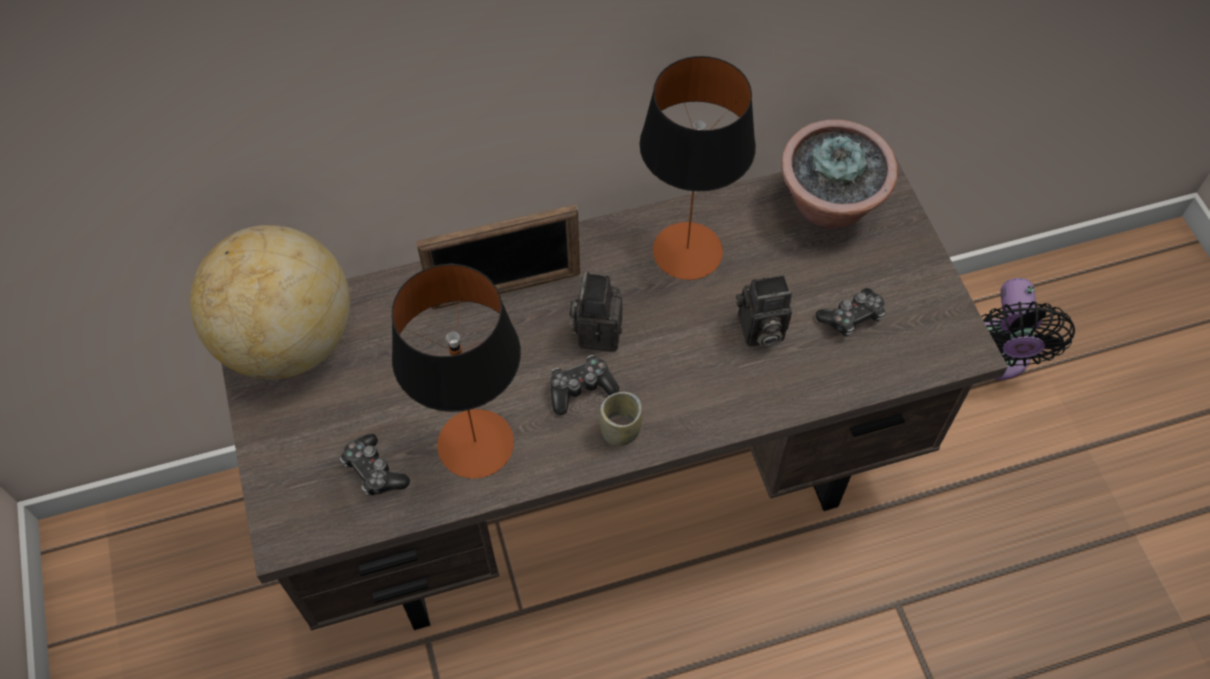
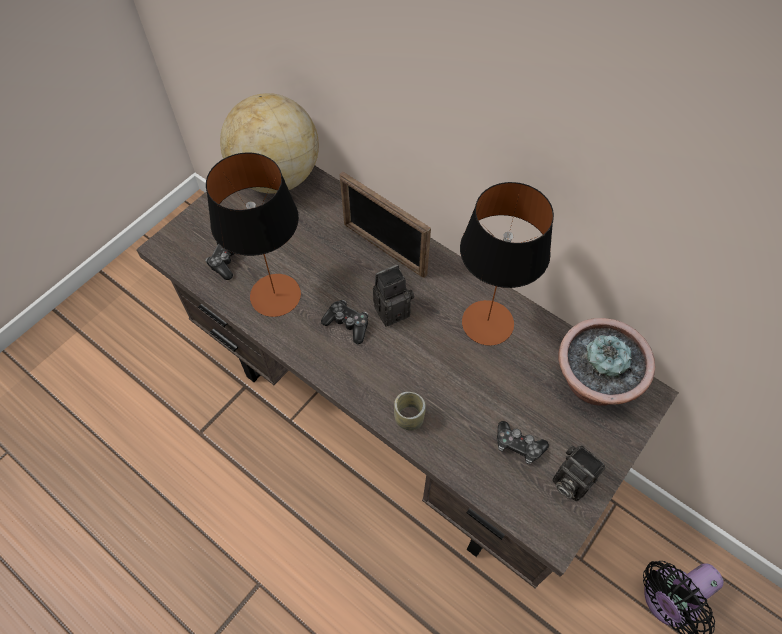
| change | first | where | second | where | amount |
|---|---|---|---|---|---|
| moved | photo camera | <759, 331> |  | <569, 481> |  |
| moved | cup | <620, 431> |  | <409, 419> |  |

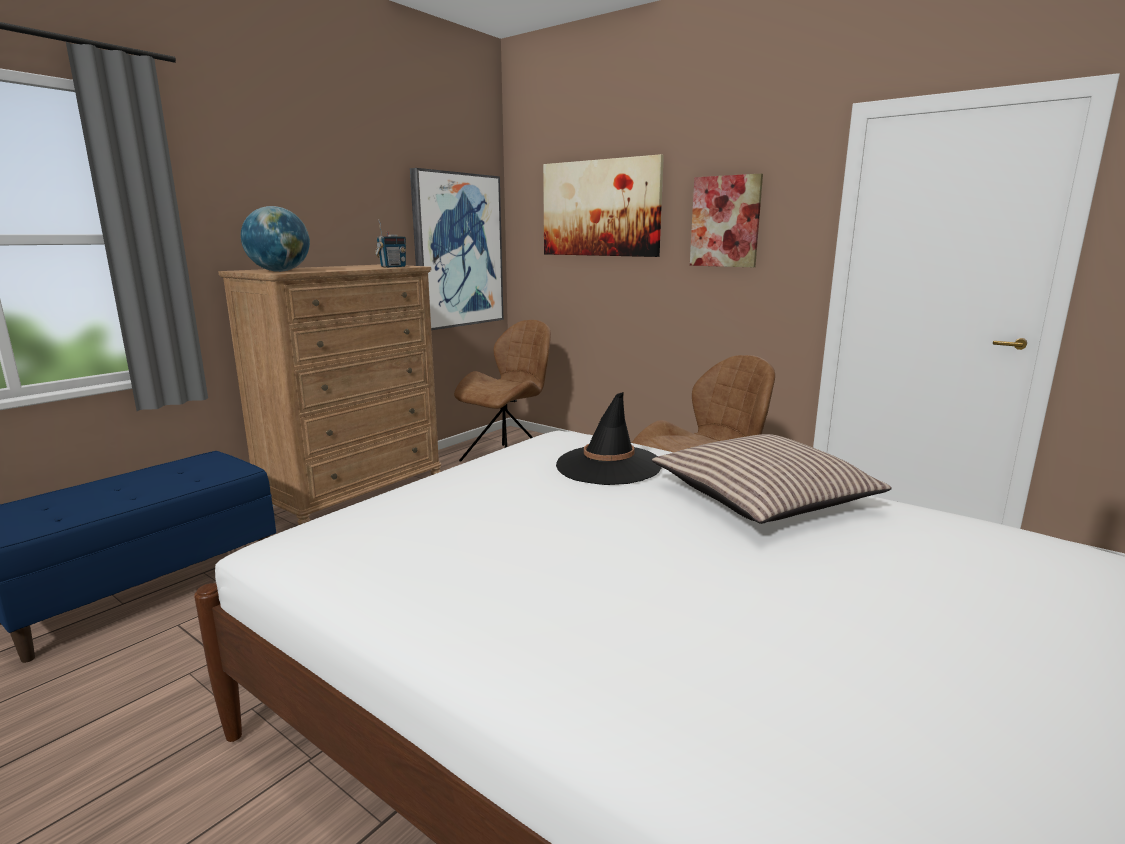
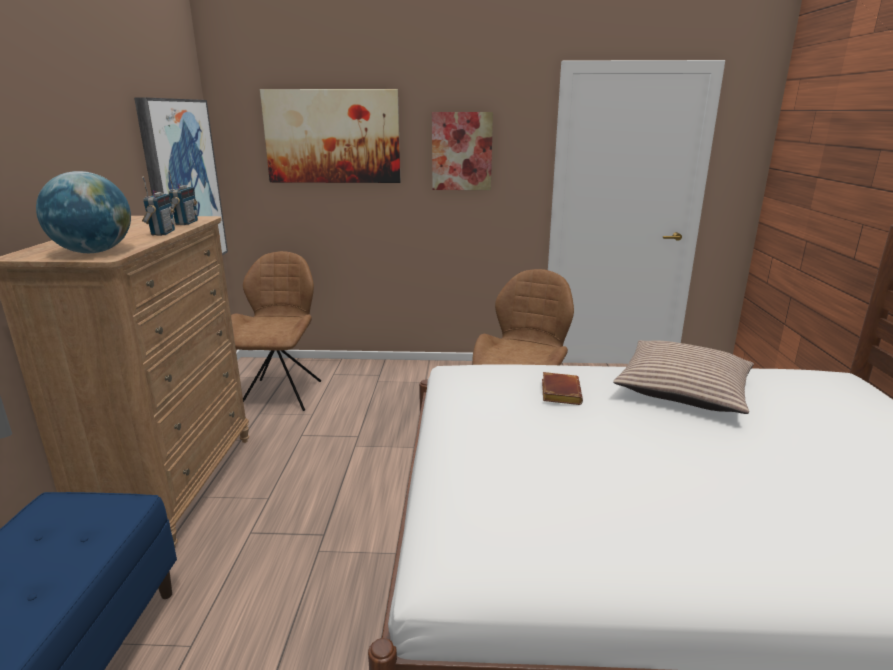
| change | first | where | second | where | amount |
|---|---|---|---|---|---|
| replaced | hat (black) | <608, 465> | book (brown) | <559, 392> |  |
| added |  |  | radio | <162, 233> |  |

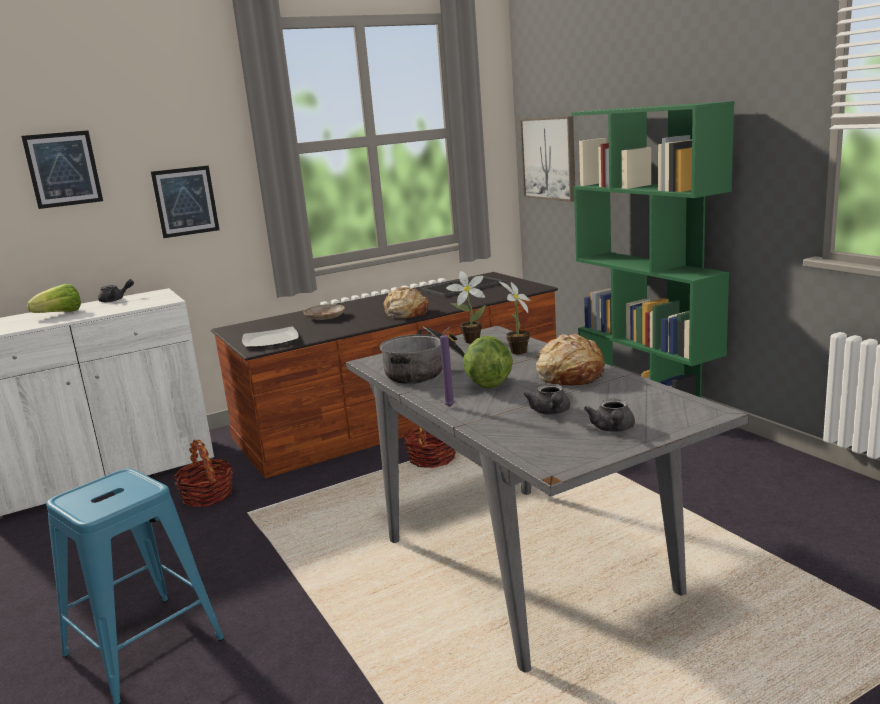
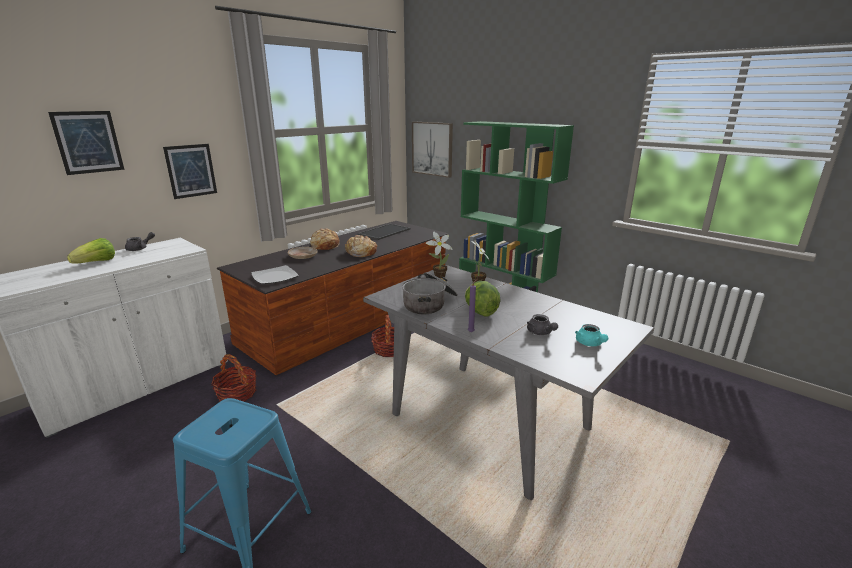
| change | first | where | second | where | amount |
|---|---|---|---|---|---|
| moved | bread | <570, 374> |  | <325, 245> |  |
| recoloured | teapot (grey) | <613, 429> | teapot (turquoise) | <590, 344> |  |

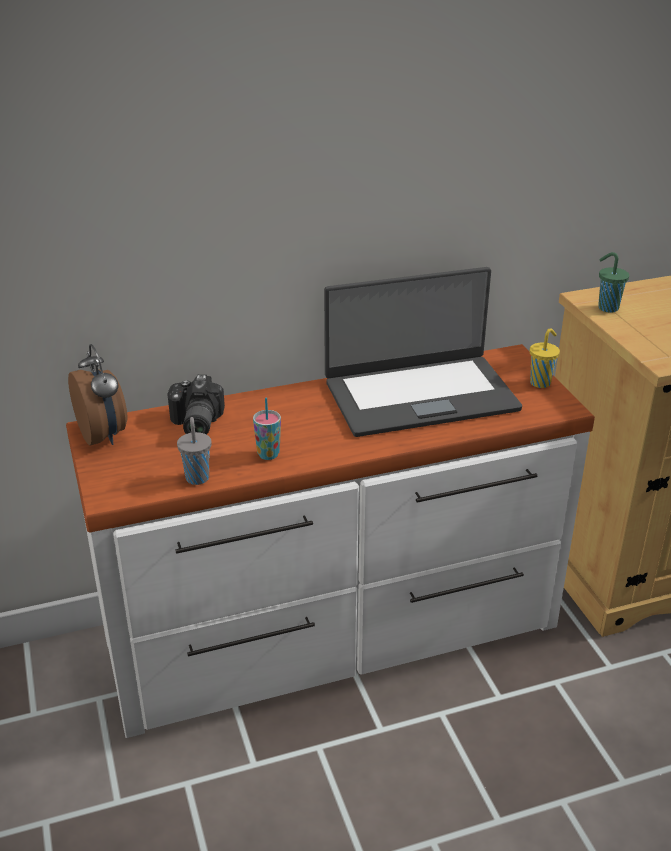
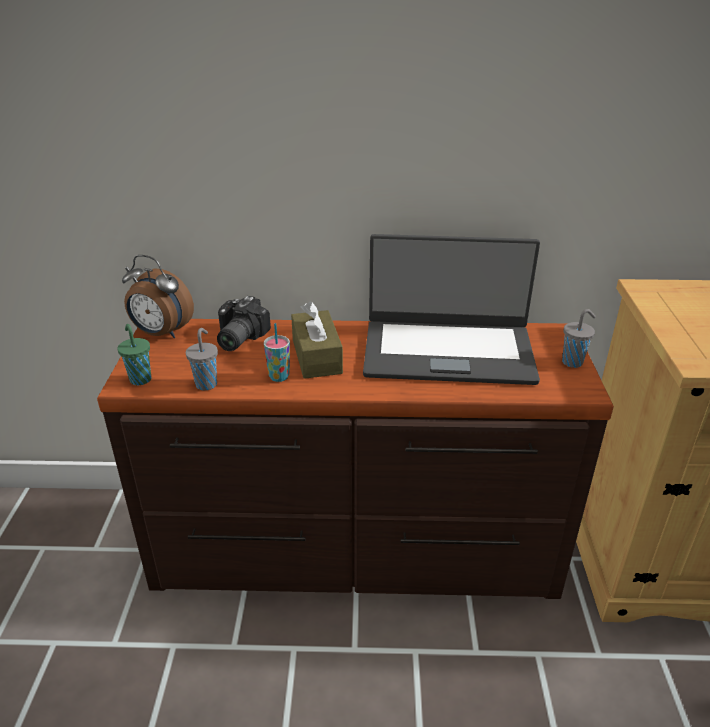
| change | first | where | second | where | amount |
|---|---|---|---|---|---|
| moved | cup (green) | <607, 308> |  | <140, 379> |  |
| recoloured | cup (yellow) | <541, 382> | cup (grey) | <573, 362> |  |
| recoloured | dresser (white) | <334, 634> | dresser (brown) | <355, 549> |  |
| turned | alarm clock | <104, 435> |  | <161, 333> | 120 degrees clockwise |
| added |  |  | tissue box (brown) | <316, 356> |  |

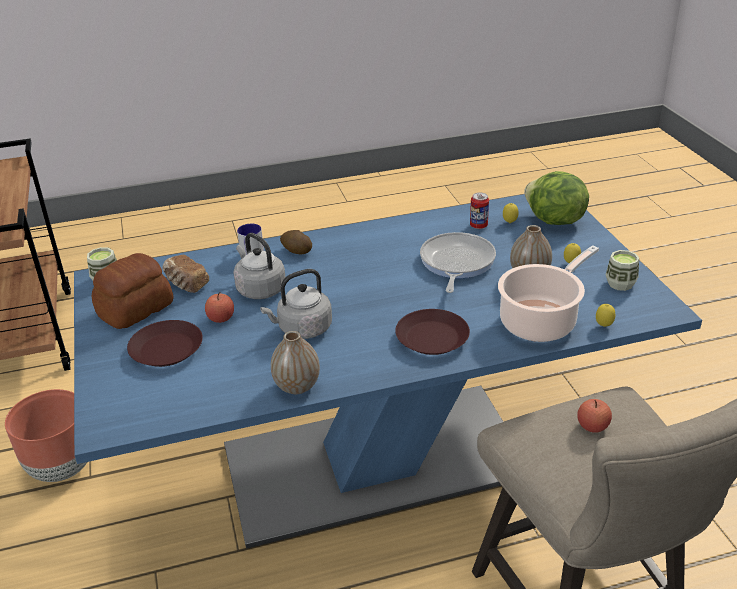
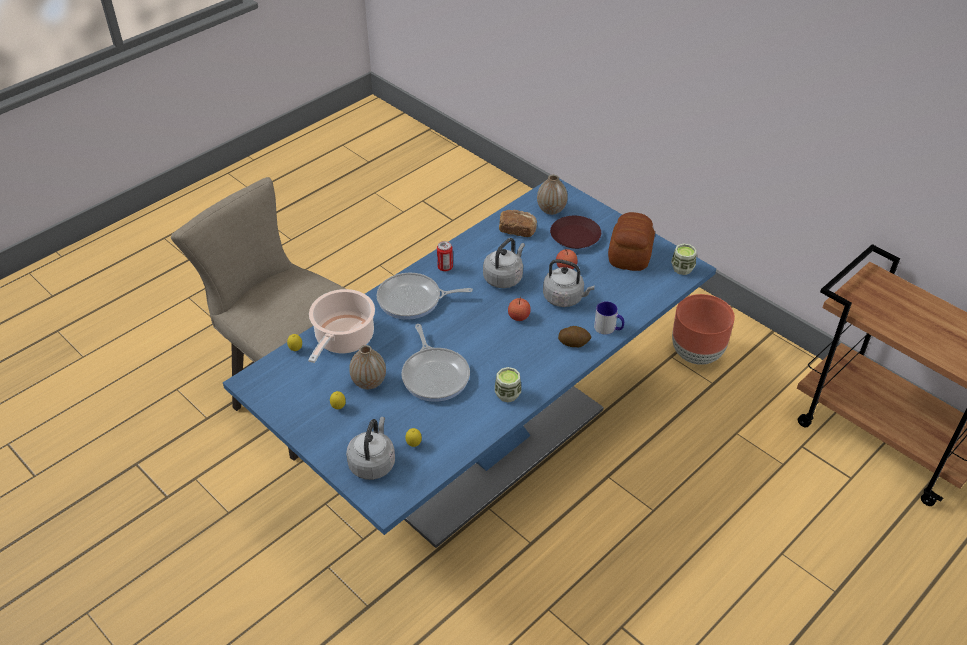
| change | first | where | second | where | amount |
|---|---|---|---|---|---|
| replaced | lettuce | <553, 221> | kettle (grey) | <373, 462> |  |
| moved | can | <478, 226> |  | <445, 267> |  |
| moved | cup | <620, 284> |  | <507, 394> |  |
| moved | bread | <186, 284> |  | <517, 230> |  |
| replaced | plate (brown) | <431, 337> | frying pan | <413, 300> |  |
| moved | vase | <297, 386> |  | <551, 210> |  |
| moved | apple | <592, 426> |  | <519, 317> |  |

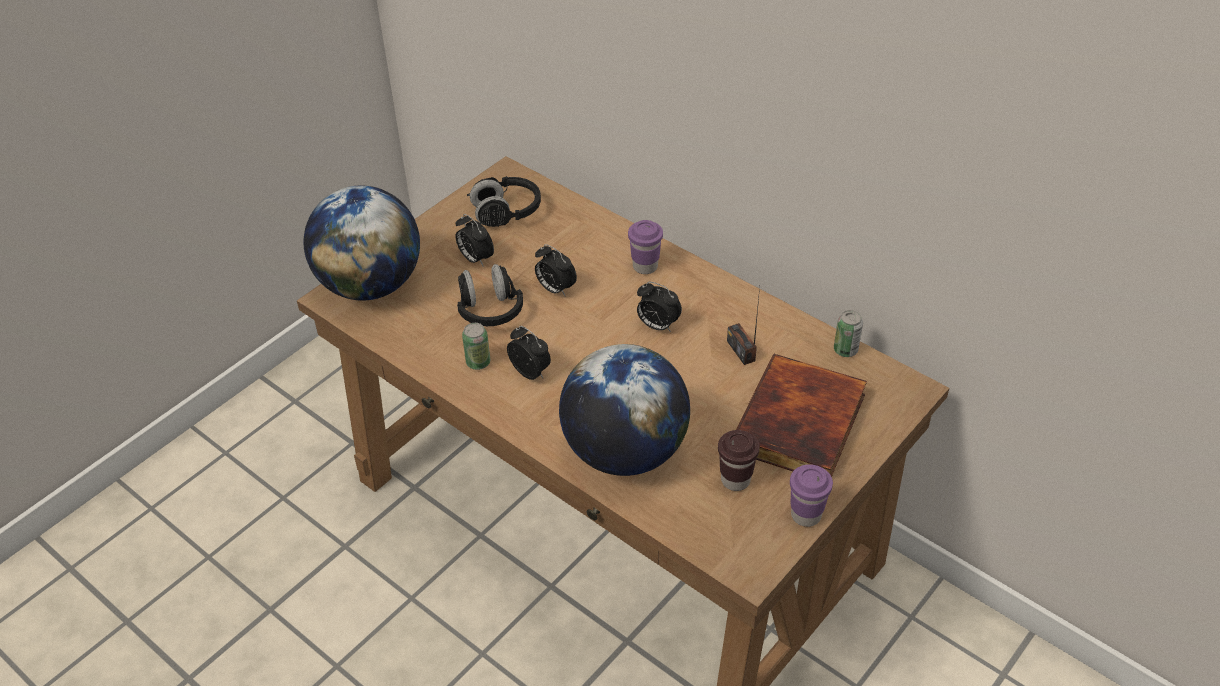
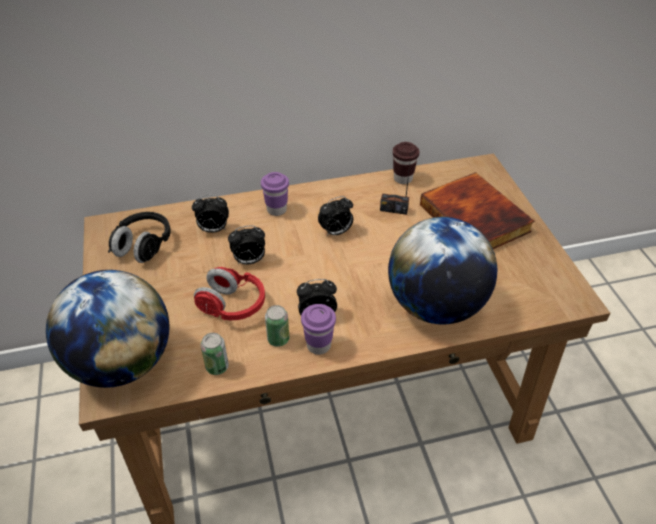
| change | first | where | second | where | amount |
|---|---|---|---|---|---|
| moved | alarm clock | <475, 259> |  | <213, 230> |  |
| recoloured | headphones (black) | <490, 310> | headphones (red) | <232, 305> |  |
| moved | can | <845, 350> |  | <217, 367> |  |
| moved | cup (brown) | <735, 480> |  | <403, 179> |  |
| moved | cup (purple) | <806, 515> |  | <318, 345> |  |

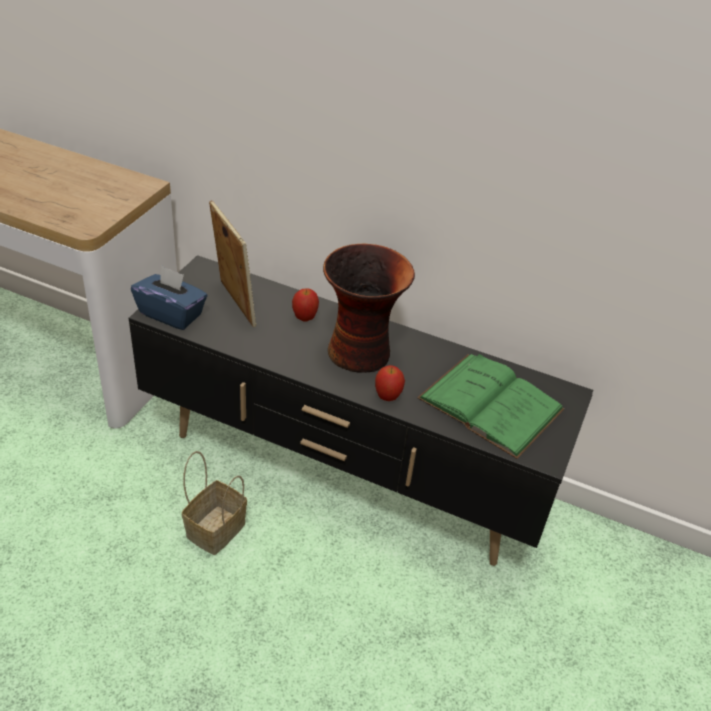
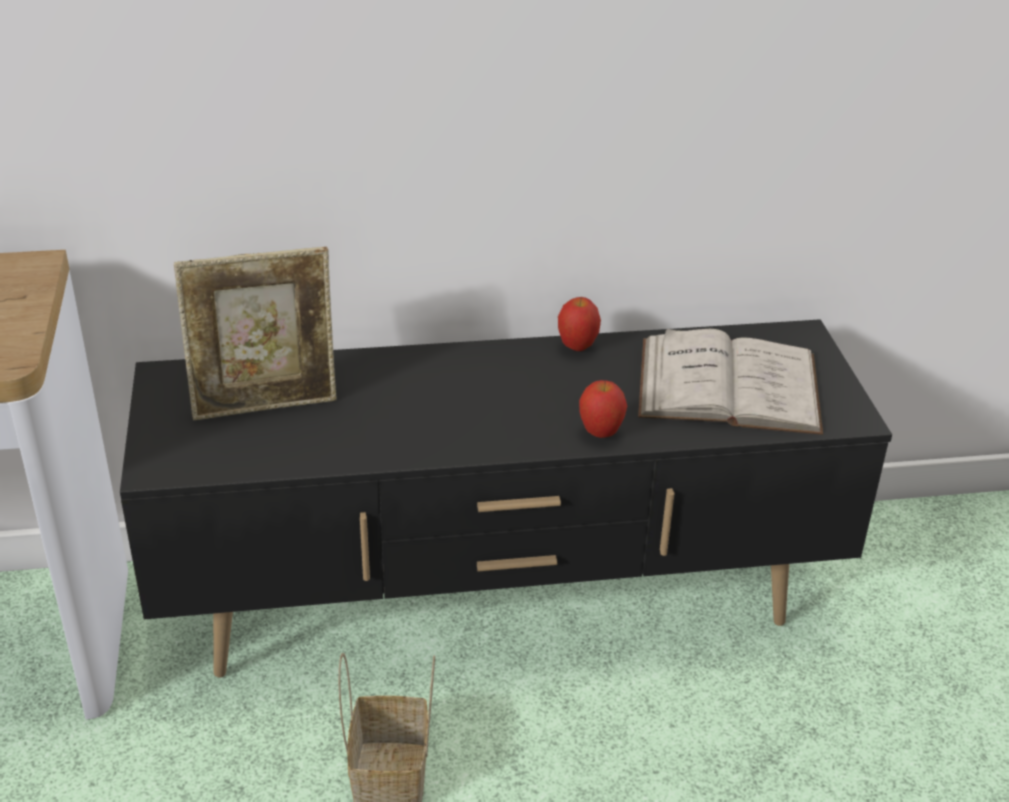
| change | first | where | second | where | amount |
|---|---|---|---|---|---|
| turned | picture frame | <234, 304> |  | <266, 405> | 135 degrees clockwise |
| removed | vase | <361, 352> |  |  |  |
| removed | tissue box (blue) | <171, 314> |  |  |  |
| moved | apple | <304, 318> |  | <577, 347> |  |
| recoloured | book (green) | <490, 404> | book (white) | <728, 385> |  |

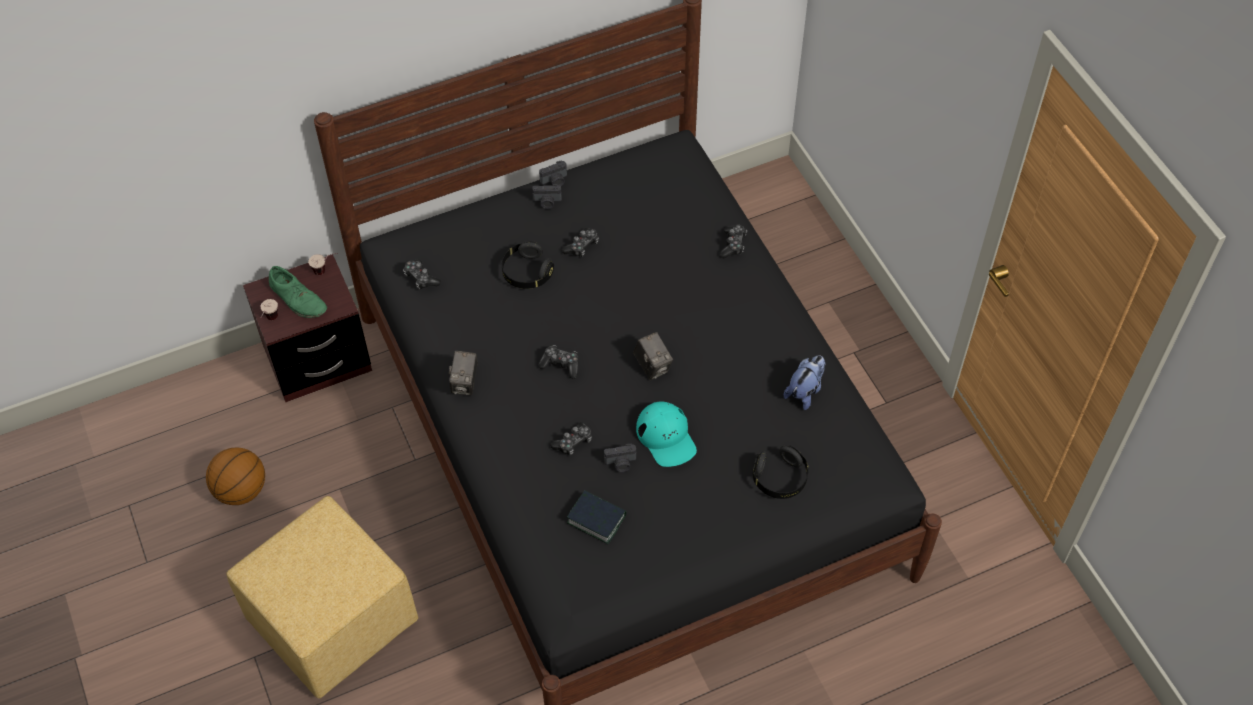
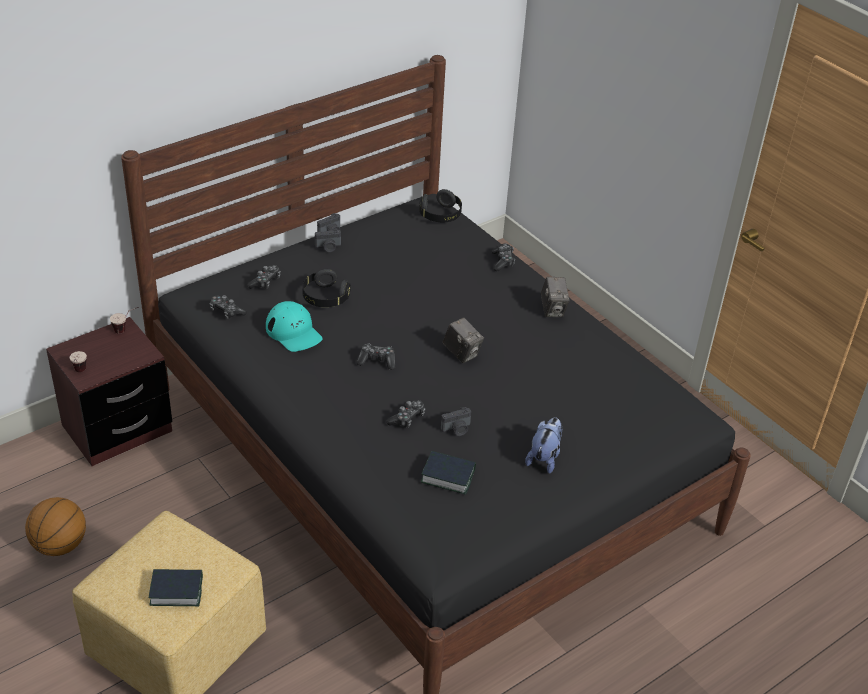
| change | first | where | second | where | amount |
|---|---|---|---|---|---|
| moved | game controller | <582, 246> |  | <265, 282> |  |
| removed | shoe (green) | <298, 298> |  |  |  |
| moved | photo camera | <465, 383> |  | <553, 310> |  |
| moved | plush toy | <805, 391> |  | <544, 458> |  |
| moved | cap (turquoise) | <666, 437> |  | <294, 332> |  |
| moved | headphones (black) | <780, 479> |  | <440, 215> |  |
| added |  |  | book | <176, 591> |  |

